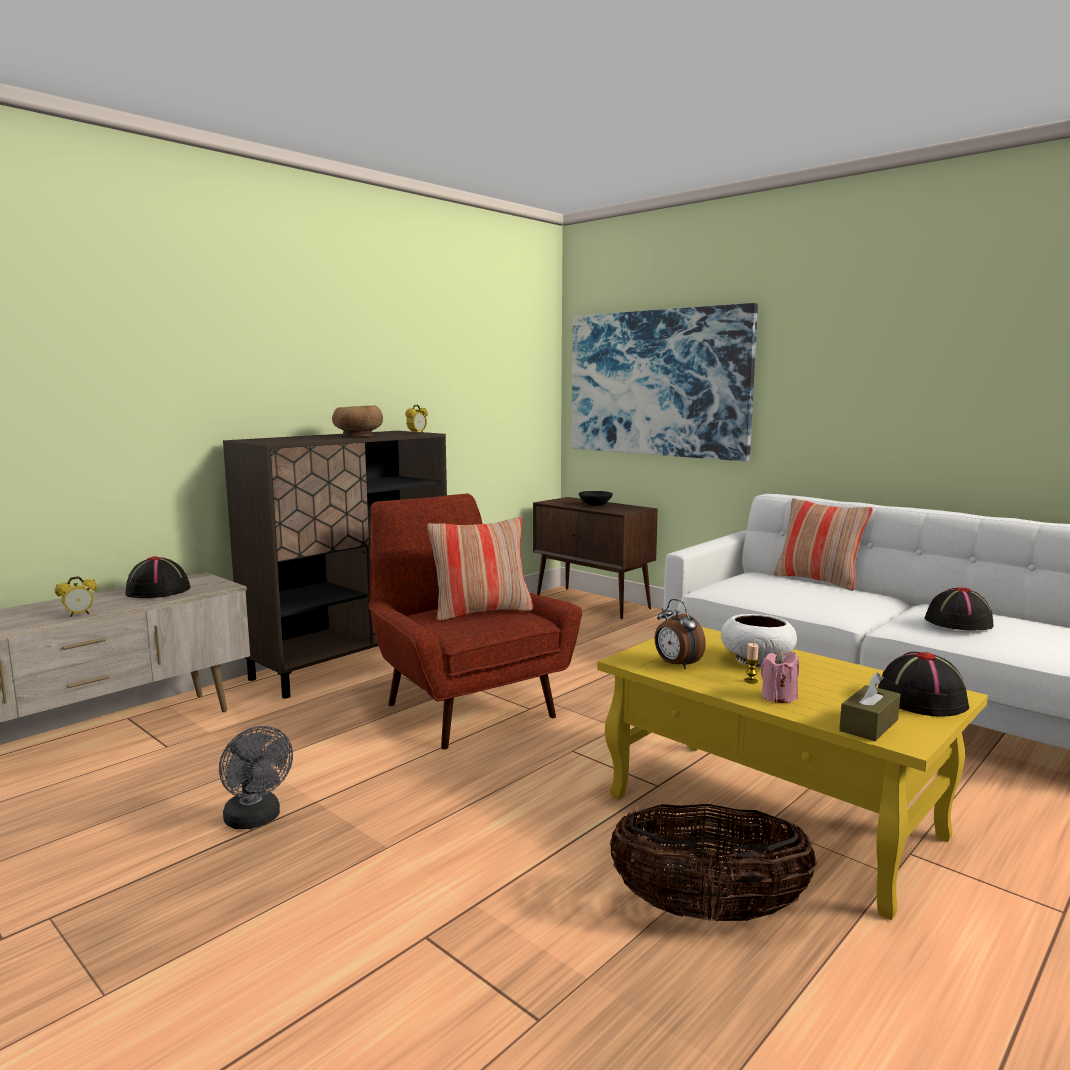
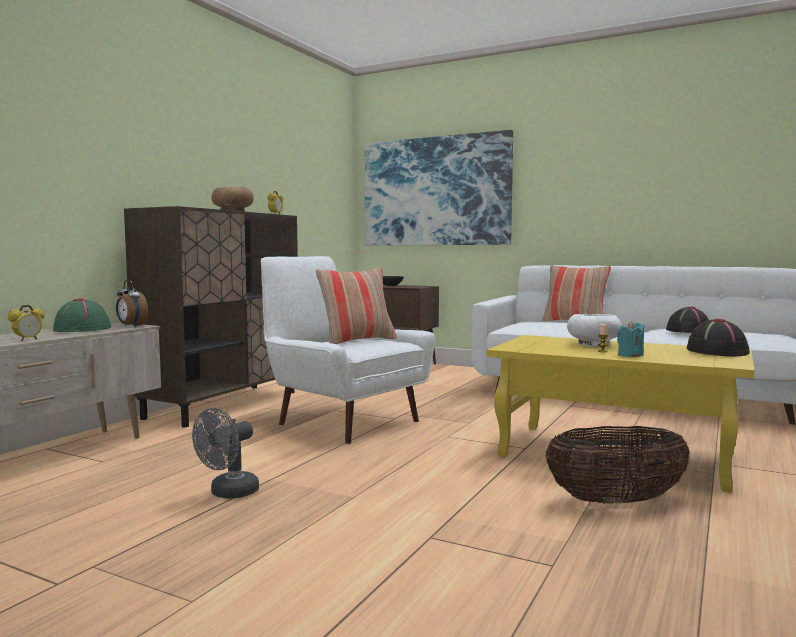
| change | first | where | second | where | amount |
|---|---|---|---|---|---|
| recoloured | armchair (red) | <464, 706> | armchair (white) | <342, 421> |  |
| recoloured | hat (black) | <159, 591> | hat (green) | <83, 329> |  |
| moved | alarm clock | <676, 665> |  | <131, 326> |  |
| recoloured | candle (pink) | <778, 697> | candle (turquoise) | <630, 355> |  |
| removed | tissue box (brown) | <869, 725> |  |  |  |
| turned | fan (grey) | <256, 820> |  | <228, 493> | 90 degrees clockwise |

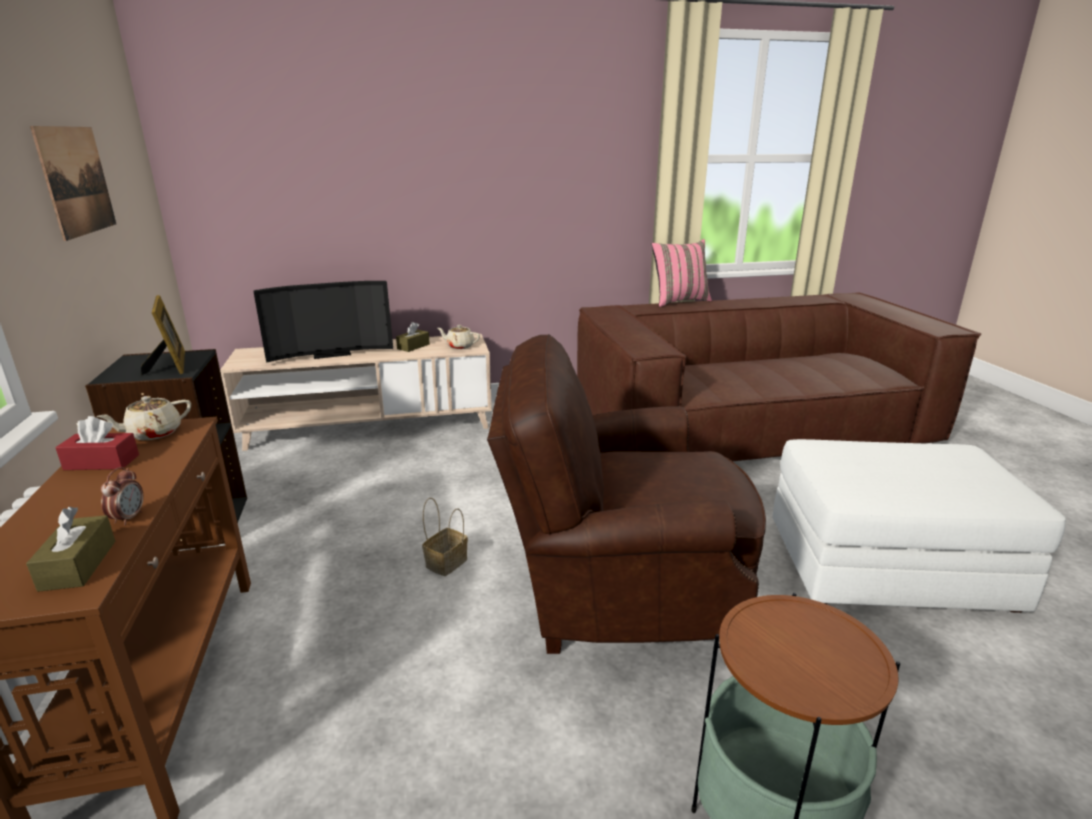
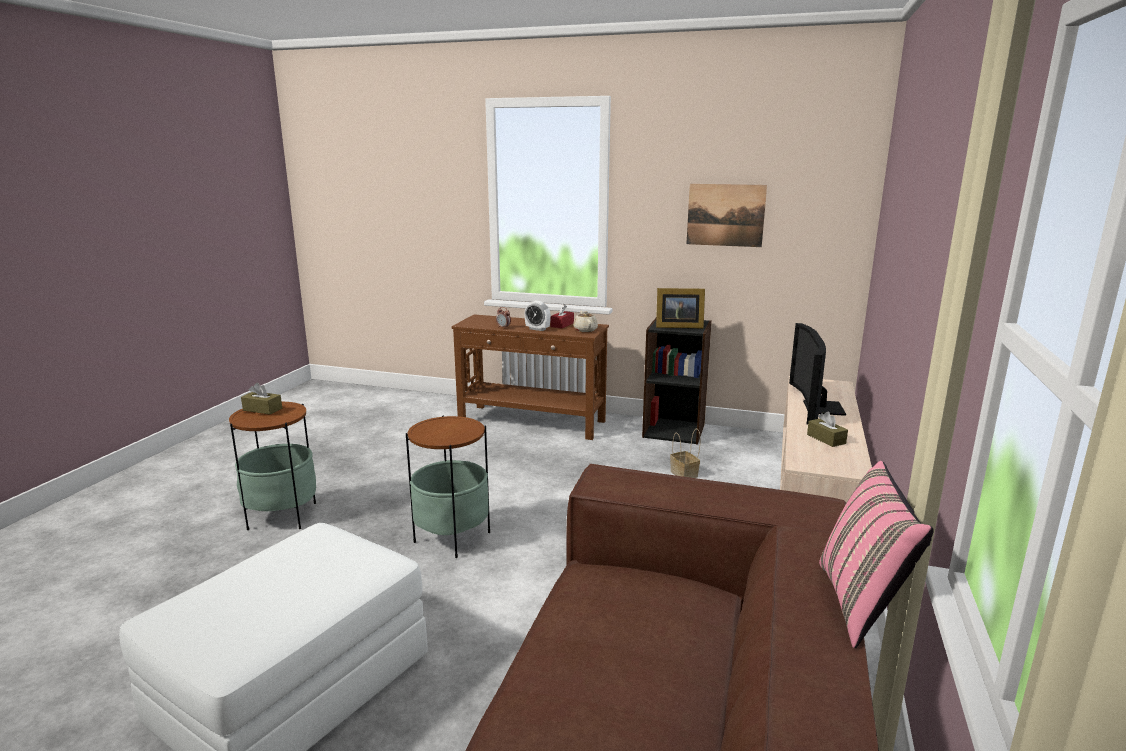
| change | first | where | second | where | amount |
|---|---|---|---|---|---|
| removed | teapot (beige) | <459, 346> |  |  |  |
| replaced | armchair (brown) | <618, 590> | side table | <452, 537> |  |
| moved | basket | <447, 562> |  | <685, 474> |  |
| moved | tissue box (brown) | <78, 565> |  | <262, 409> |  |
| added |  |  | alarm clock | <537, 329> |  |

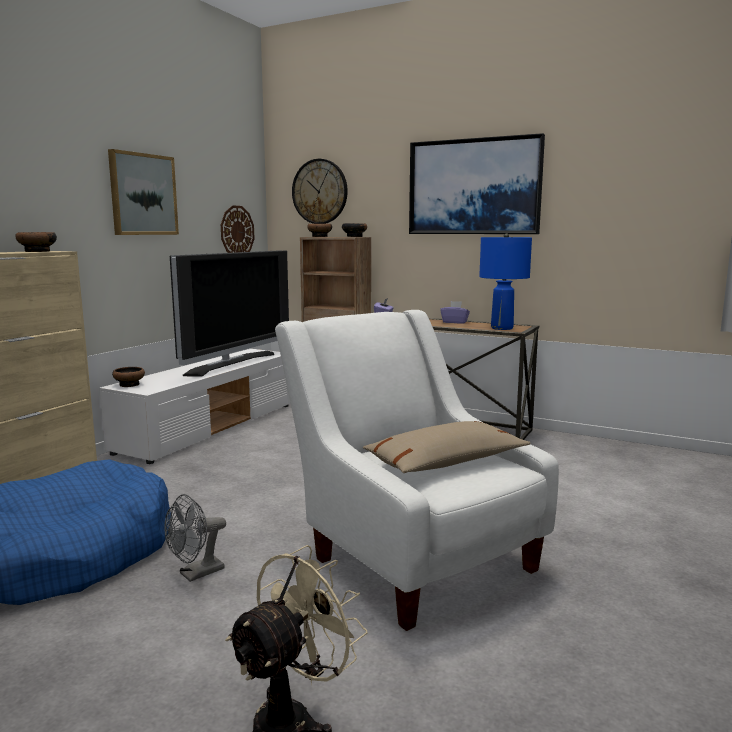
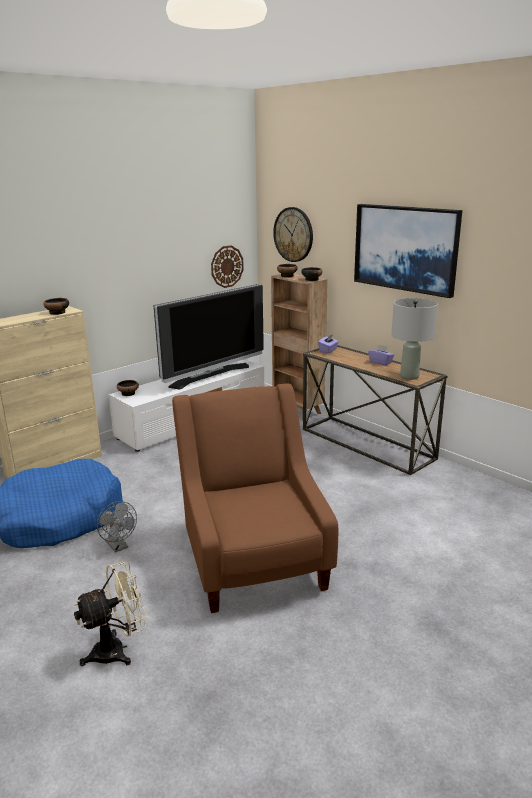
| change | first | where | second | where | amount |
|---|---|---|---|---|---|
| removed | picture | <143, 194> |  |  |  |
| recoloured | table lamp (blue) | <502, 328> | table lamp (grey) | <409, 376> |  |
| recoloured | armchair (white) | <412, 555> | armchair (brown) | <254, 560> |  |
| removed | pillow (beige) | <445, 462> |  |  |  |
| turned | fan (grey) | <196, 574> |  | <119, 546> | 105 degrees counterclockwise |

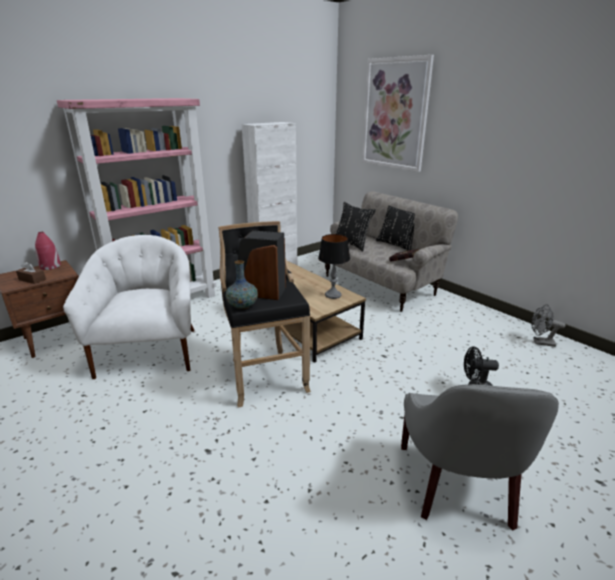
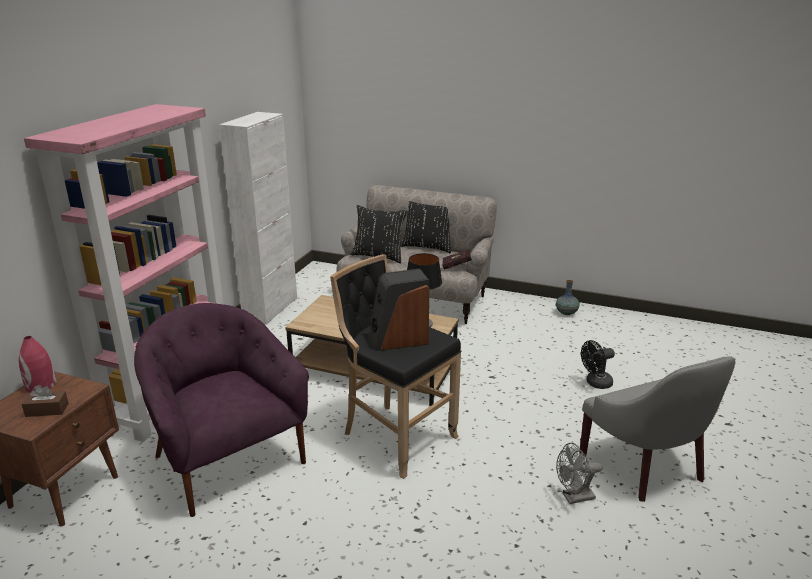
| change | first | where | second | where | amount |
|---|---|---|---|---|---|
| removed | picture | <395, 114> |  |  |  |
| recoloured | armchair (white) | <149, 351> | armchair (purple) | <227, 459> |  |
| moved | vase | <242, 306> |  | <566, 313> |  |
| moved | fan (grey) | <540, 342> |  | <574, 498> |  |

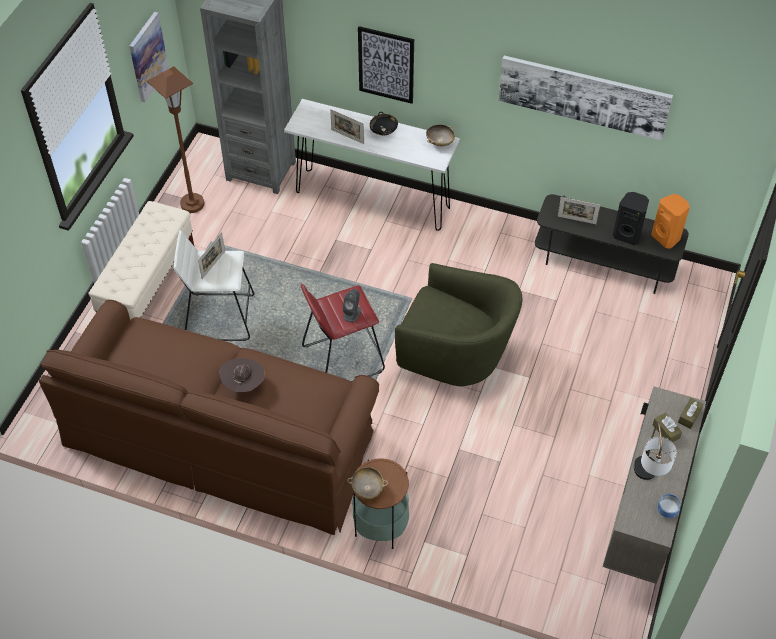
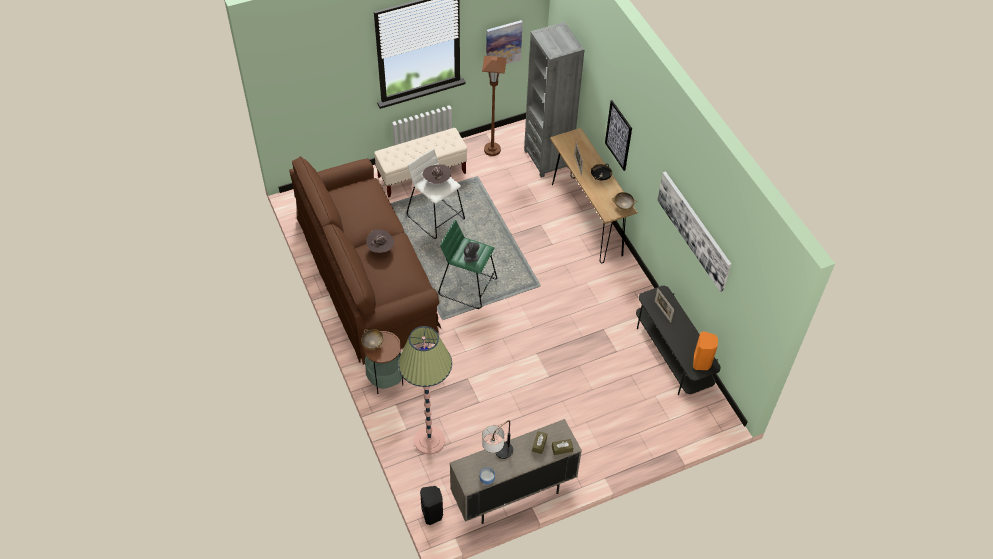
| change | first | where | second | where | amount |
|---|---|---|---|---|---|
| recoloured | console table (white) | <372, 199> | console table (brown) | <586, 219> |  |
| moved | speaker (black) | <627, 235> |  | <432, 514> |  |
| replaced | picture frame | <213, 265> | hat (brown) | <437, 181> |  |
| removed | armchair (green) | <455, 355> |  |  |  |
| recoloured | stool (red) | <342, 358> | stool (green) | <468, 286> |  |
| added |  |  | floor lamp | <429, 440> |  |

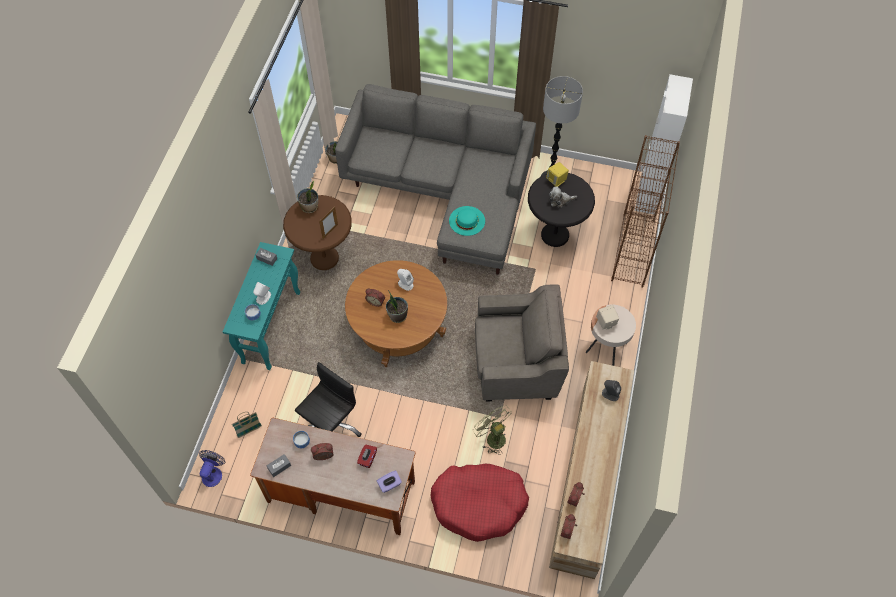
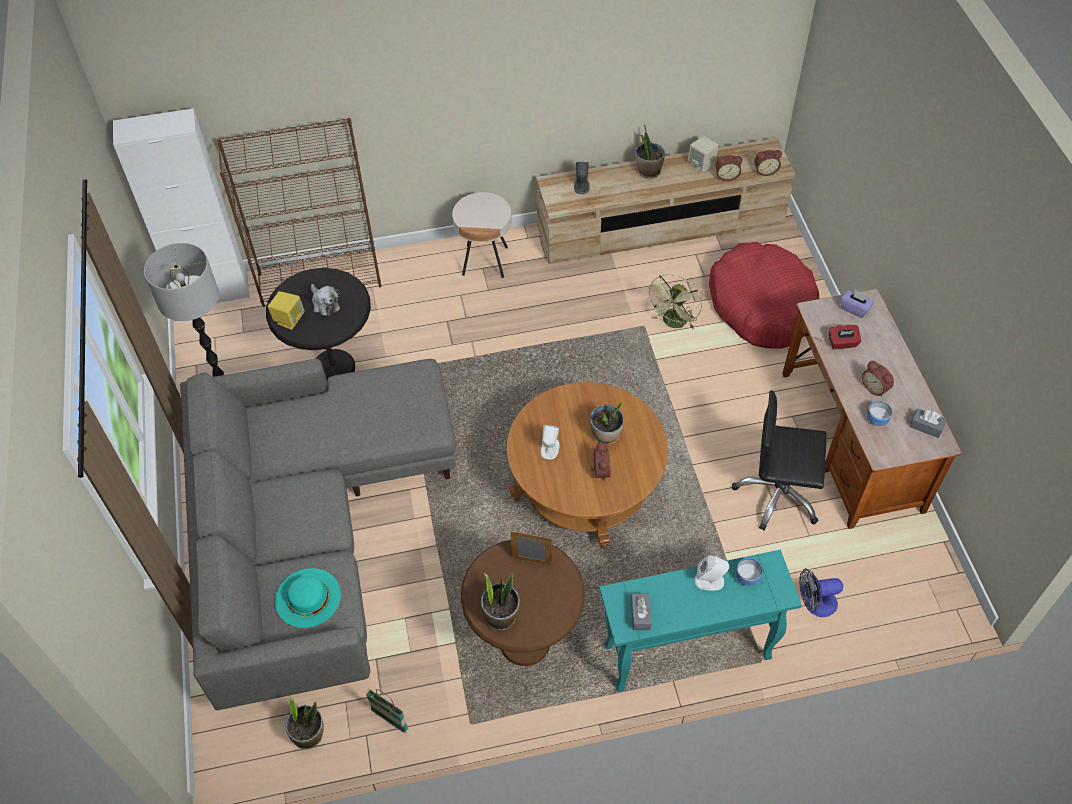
| change | first | where | second | where | amount |
|---|---|---|---|---|---|
| moved | hat (turquoise) | <467, 220> |  | <308, 598> |  |
| removed | armchair (grey) | <516, 363> |  |  |  |
| moved | speaker (beige) | <606, 323> |  | <702, 164> |  |
| moved | basket | <249, 431> |  | <390, 720> |  |
| moved | fan | <213, 473> |  | <815, 604> |  |
| added |  |  | potted plant | <648, 171> |  |

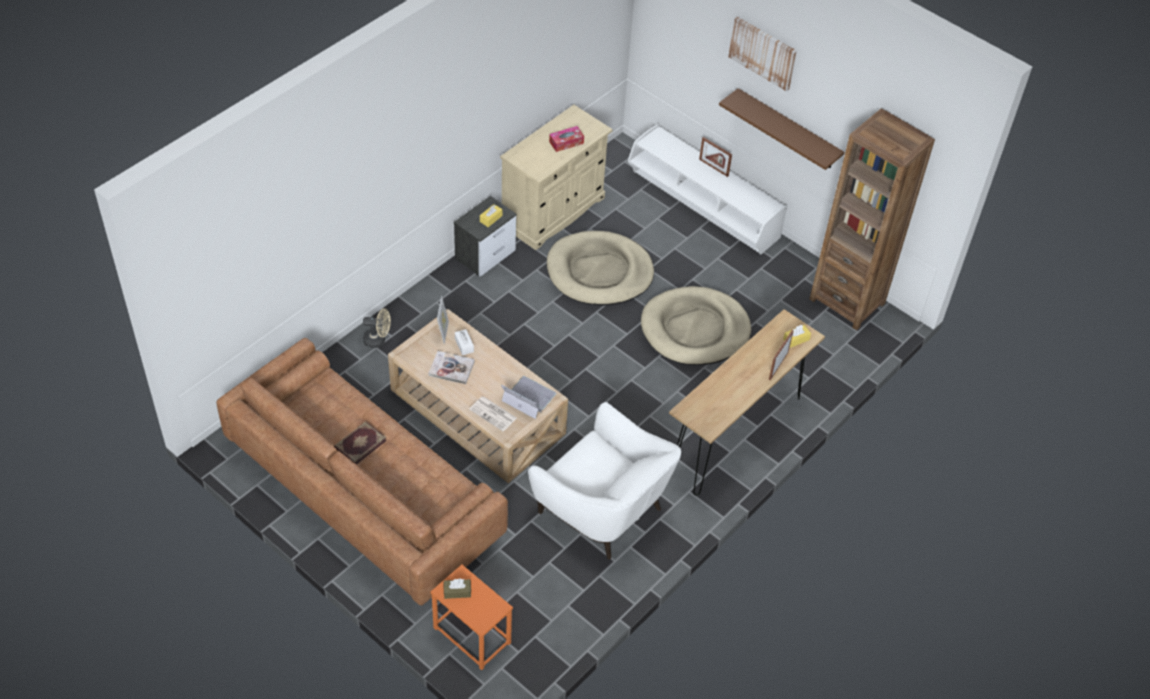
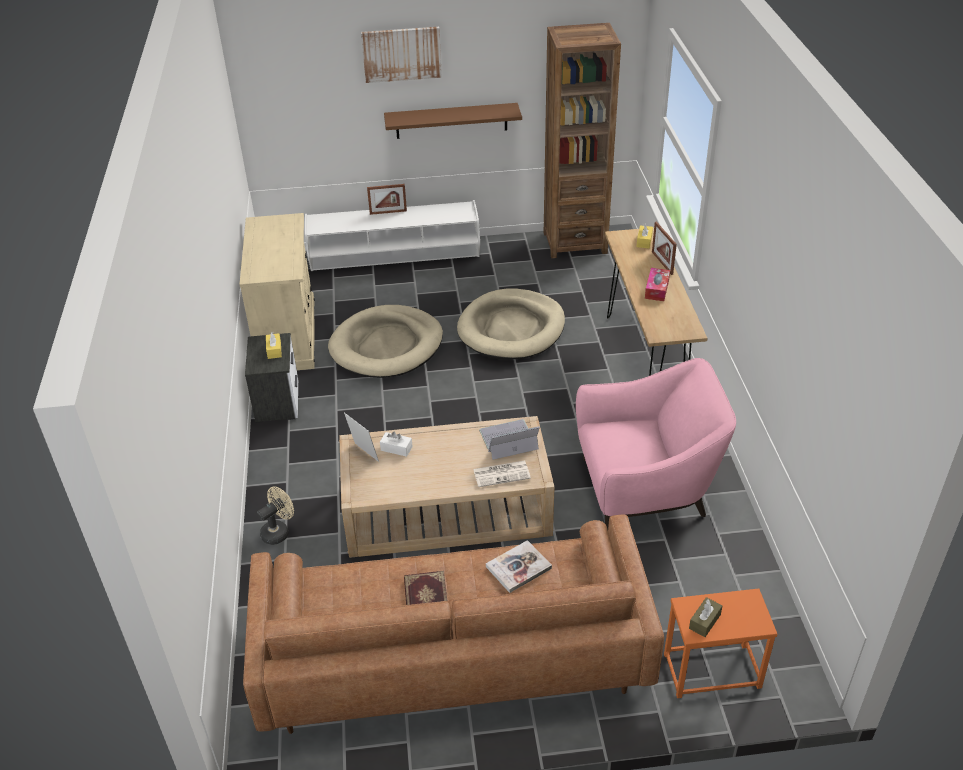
| change | first | where | second | where | amount |
|---|---|---|---|---|---|
| moved | tissue box | <566, 142> |  | <657, 289> |  |
| moved | book | <451, 368> |  | <518, 567> |  |
| recoloured | armchair (white) | <602, 510> | armchair (pink) | <645, 489> |  |

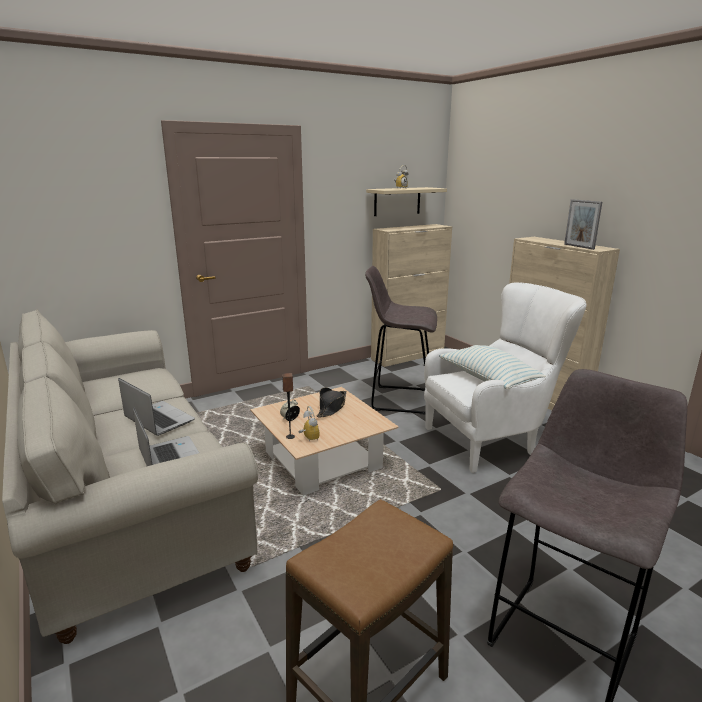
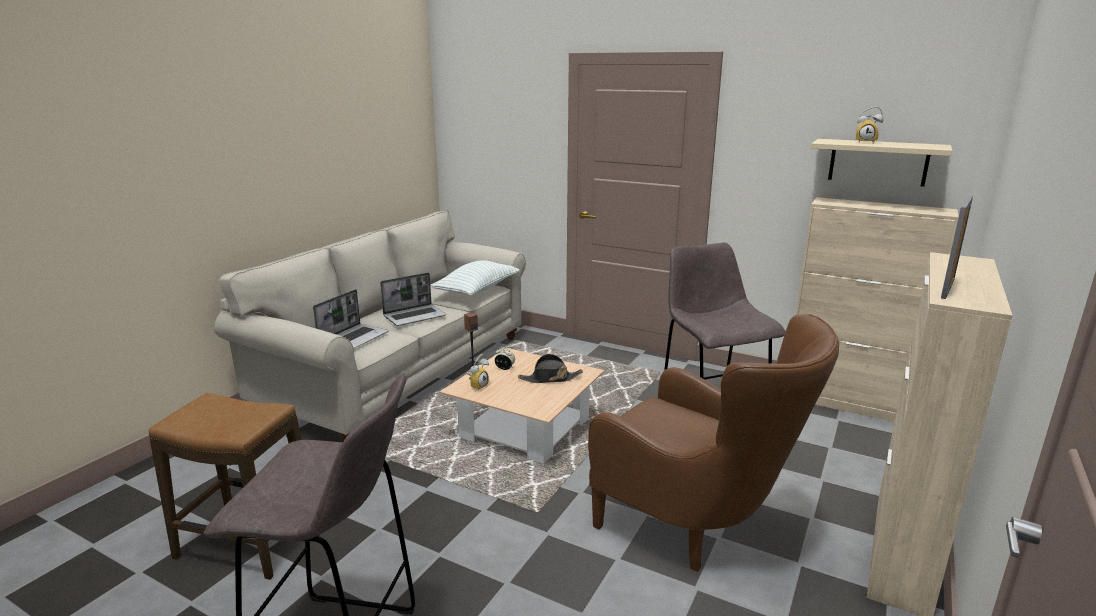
| change | first | where | second | where | amount |
|---|---|---|---|---|---|
| recoloured | armchair (white) | <493, 439> | armchair (brown) | <696, 527> |  |
| moved | pillow | <488, 379> |  | <477, 290> |  |
| turned | laptop | <158, 419> |  | <415, 316> | 45 degrees clockwise |

